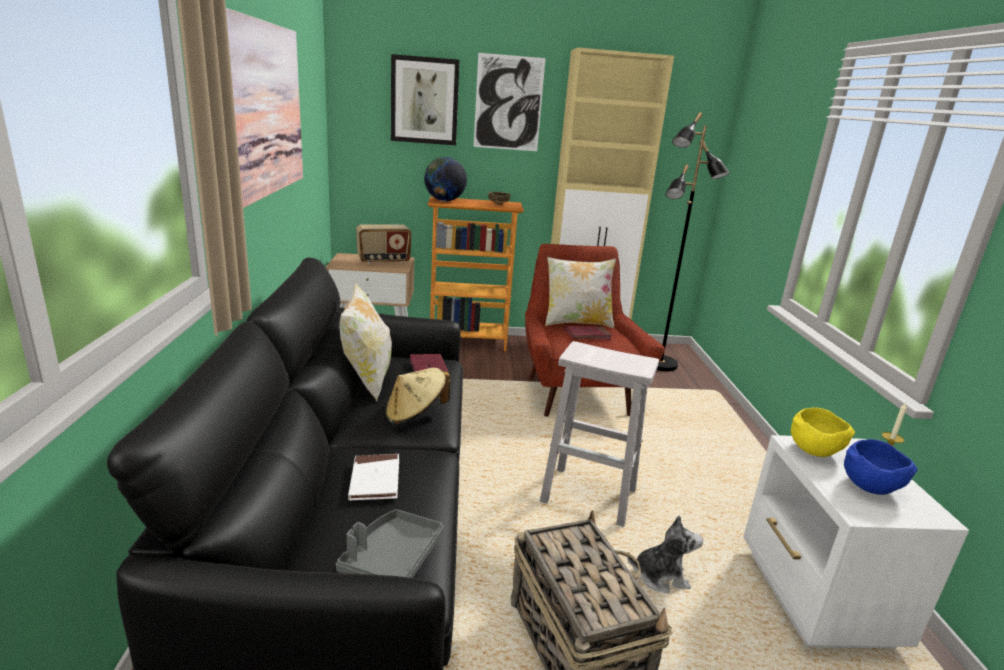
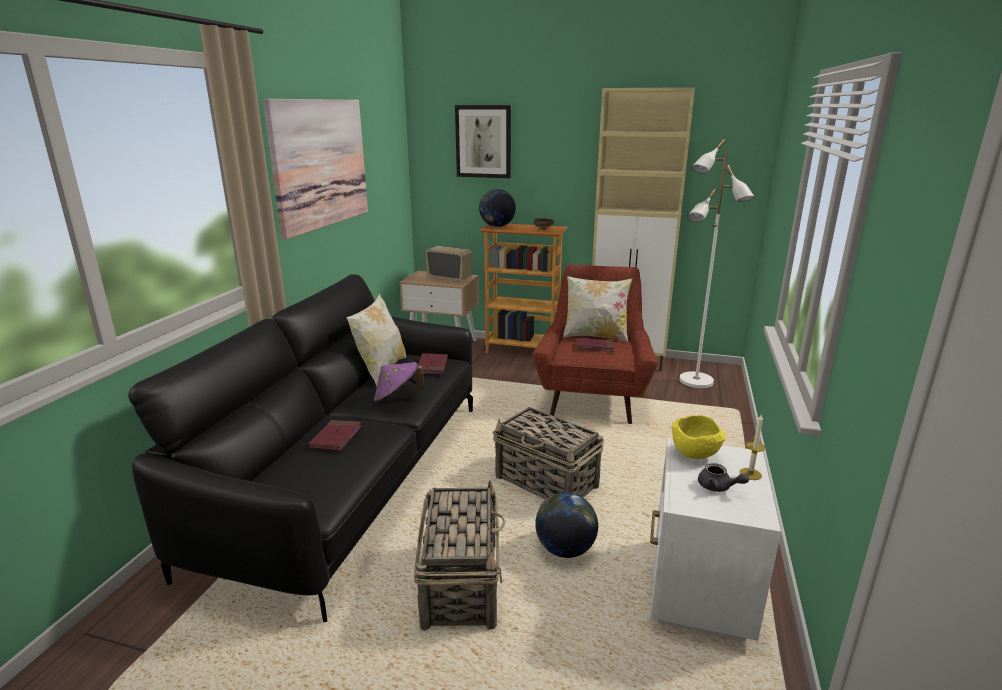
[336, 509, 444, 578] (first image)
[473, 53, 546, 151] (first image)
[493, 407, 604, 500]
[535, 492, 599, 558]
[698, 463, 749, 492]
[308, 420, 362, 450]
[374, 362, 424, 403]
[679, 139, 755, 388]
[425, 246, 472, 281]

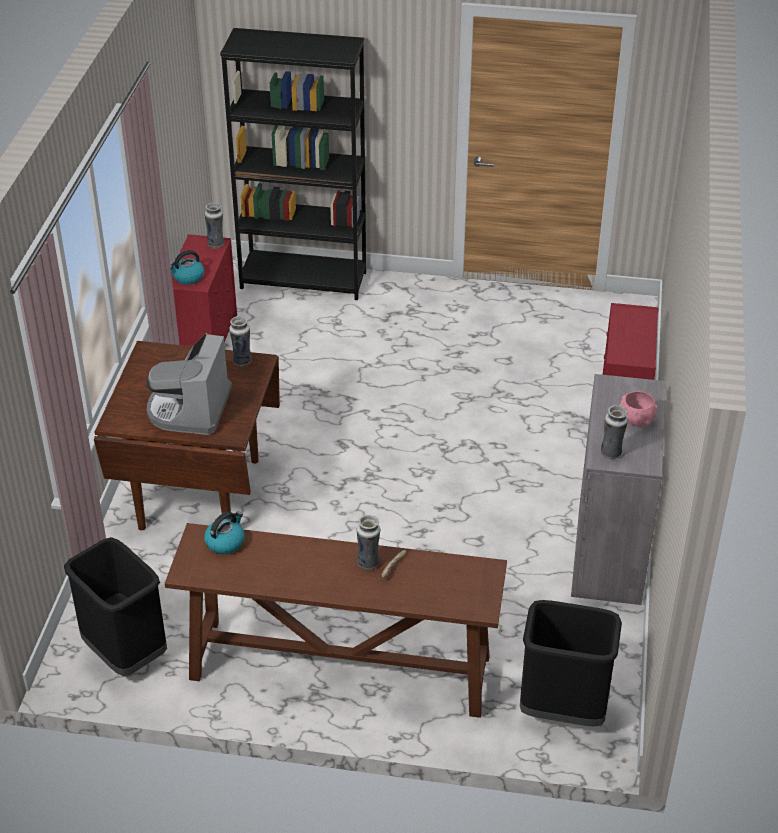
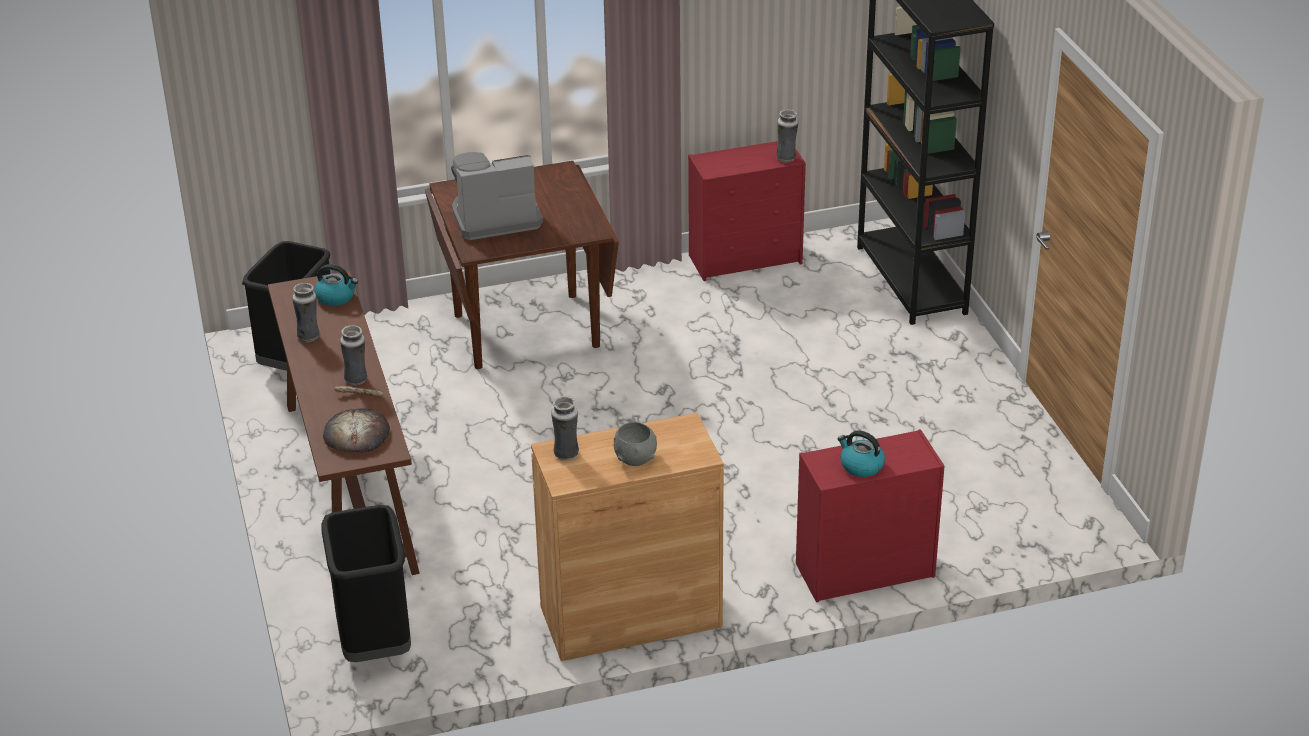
[323, 408, 390, 453]
[838, 430, 885, 477]
[292, 283, 320, 342]
[531, 413, 724, 661]
[614, 422, 657, 466]

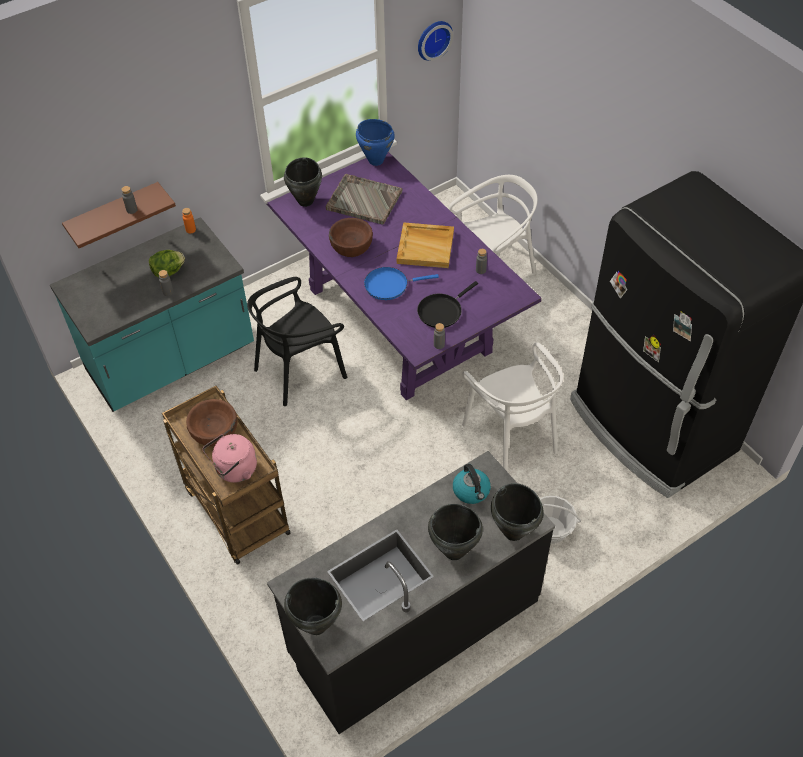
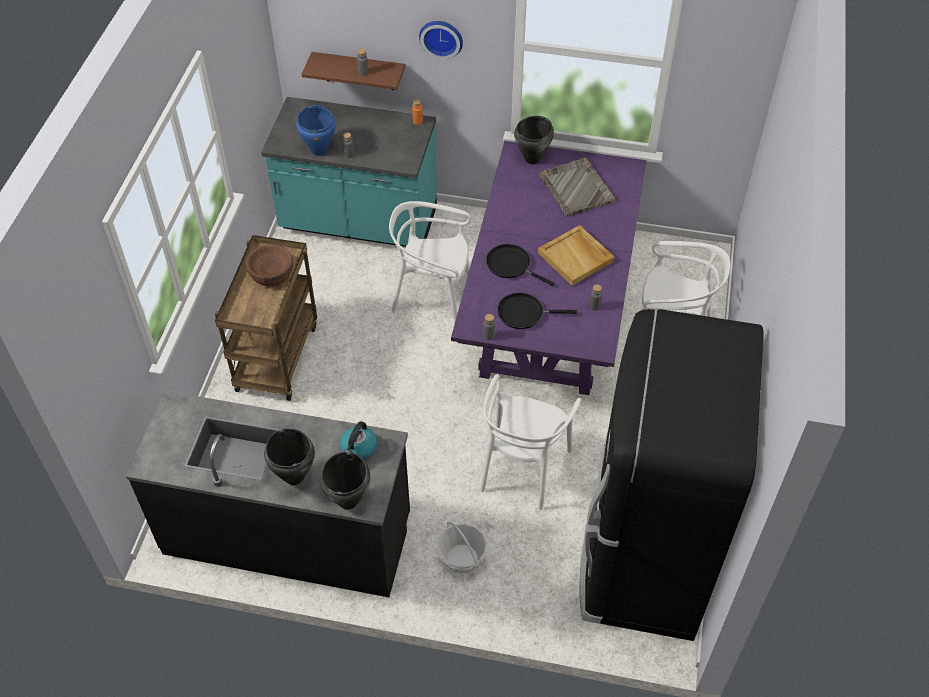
[149, 250, 185, 277] (first image)
[203, 434, 257, 483] (first image)
[284, 578, 342, 635] (first image)
[329, 218, 373, 257] (first image)
[296, 105, 336, 156]
[419, 21, 463, 59]
[389, 201, 472, 323]
[486, 244, 555, 286]

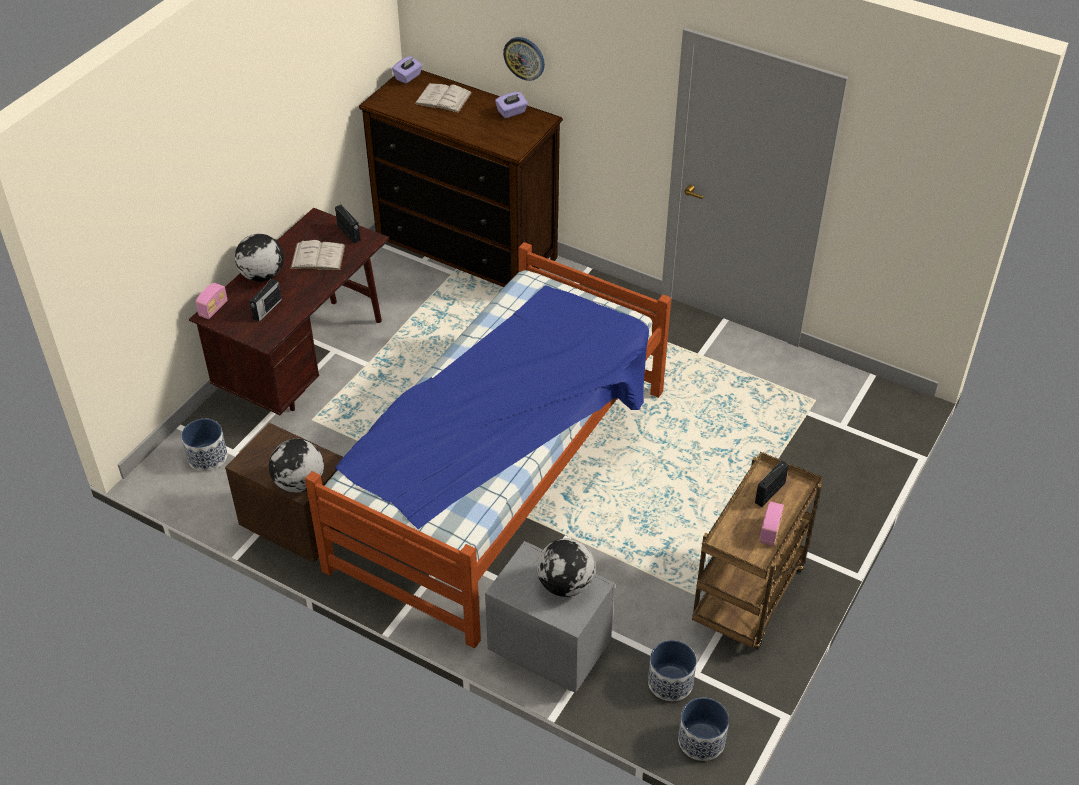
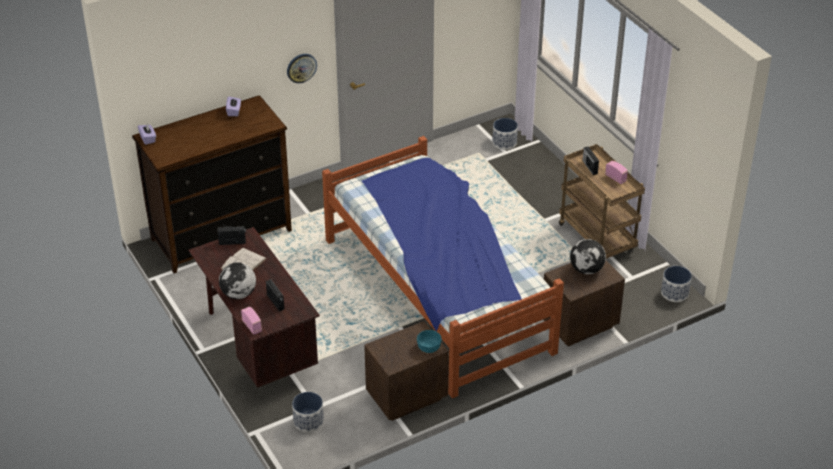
[415, 83, 472, 113] (first image)
[287, 54, 317, 83]
[492, 118, 518, 150]
[417, 330, 442, 353]
[543, 261, 625, 346]

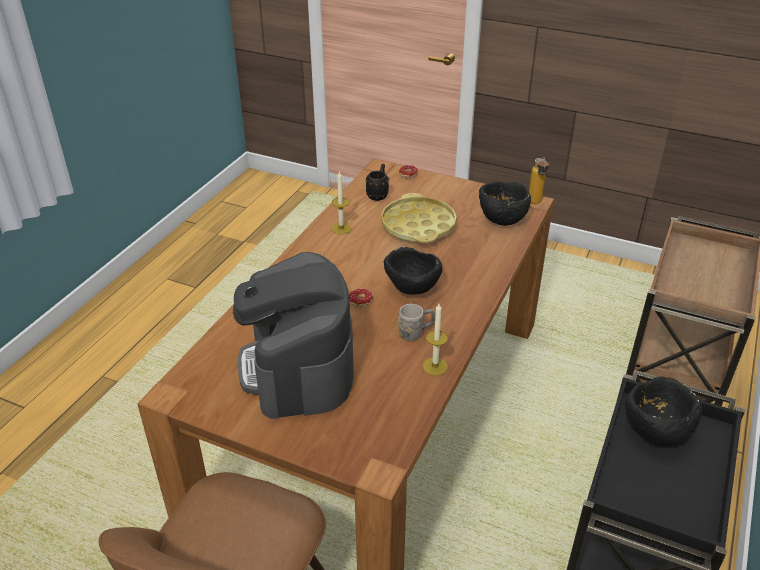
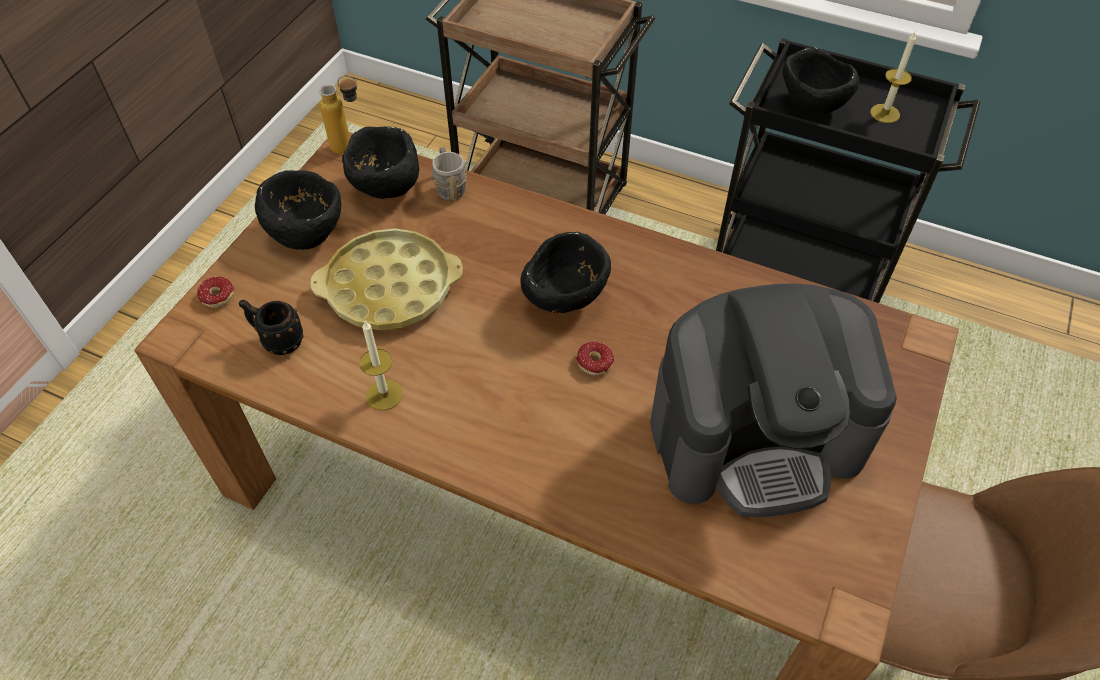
[255, 170, 341, 250]
[432, 147, 467, 201]
[870, 32, 916, 123]

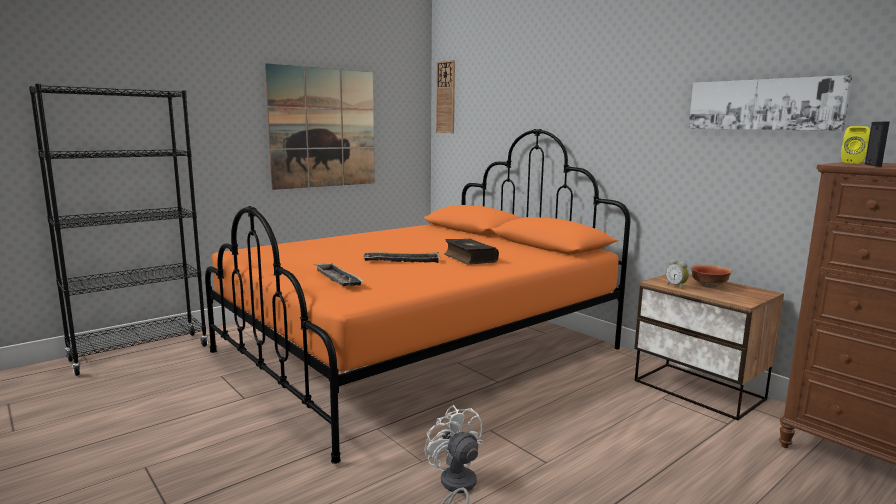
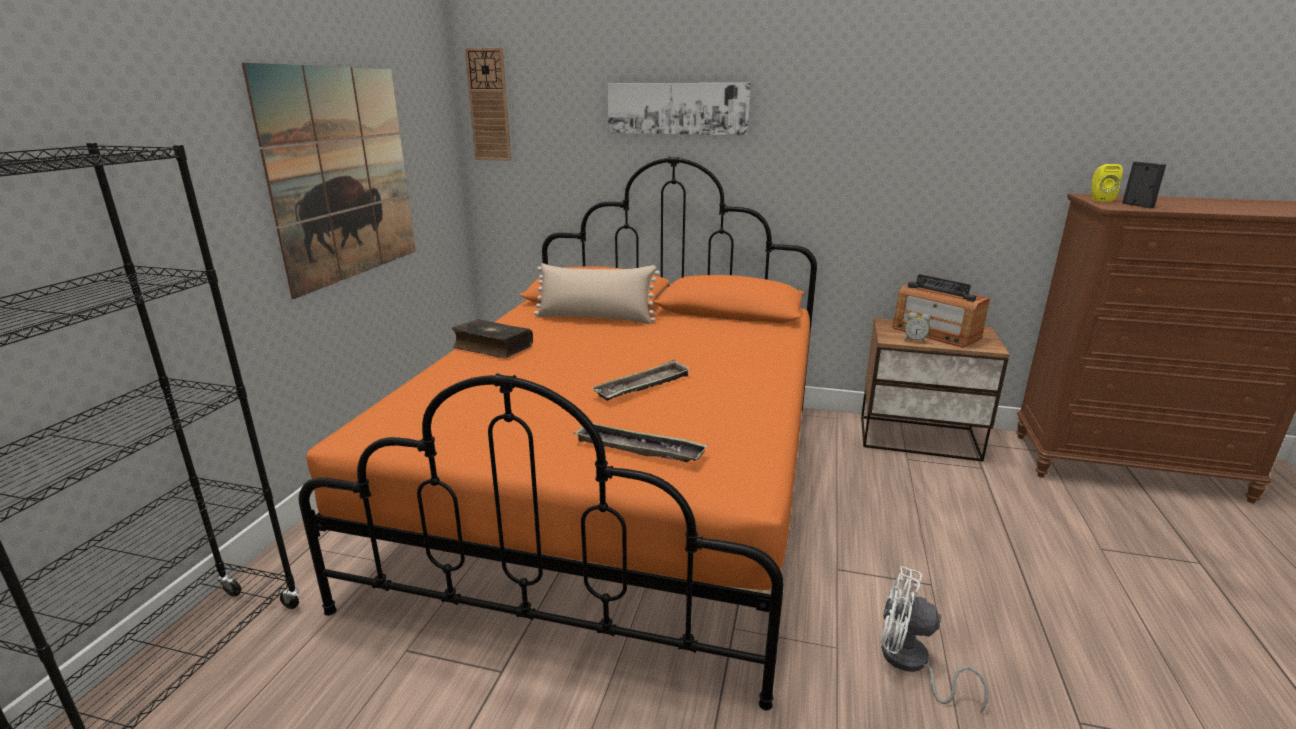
[534, 263, 660, 324]
[452, 319, 533, 358]
[607, 83, 751, 136]
[892, 274, 990, 348]

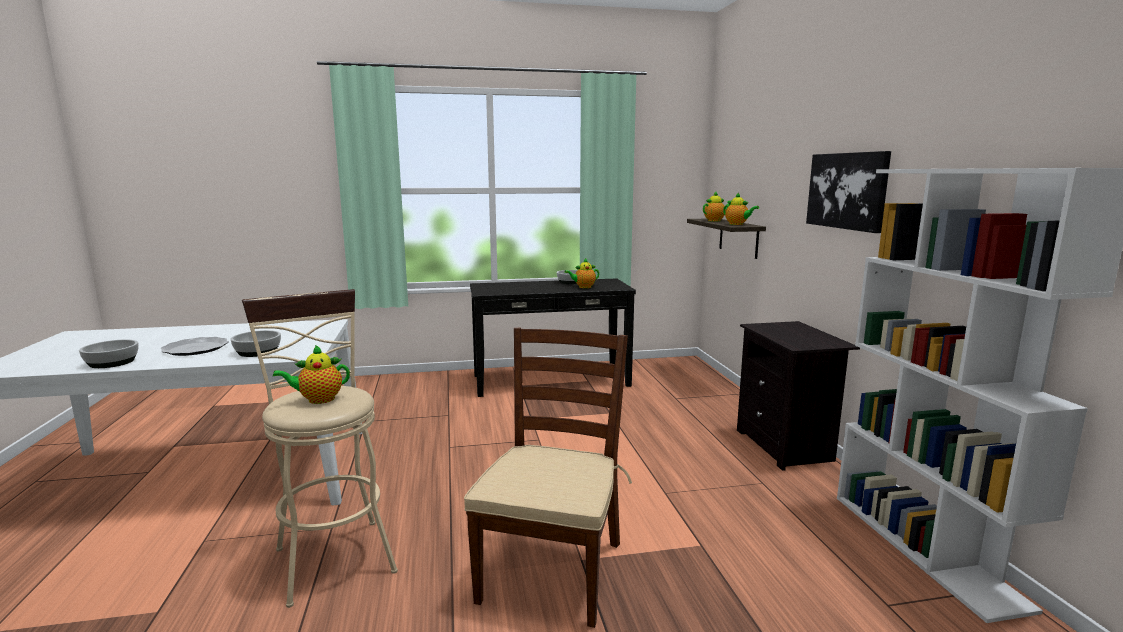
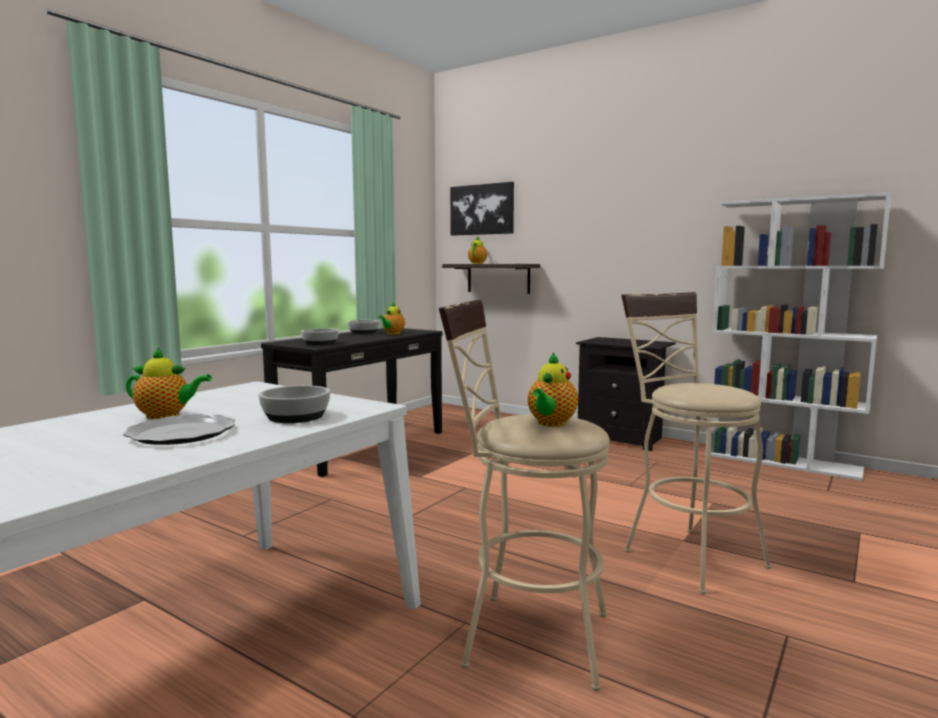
[301, 328, 339, 345]
[126, 348, 212, 420]
[450, 182, 514, 236]
[621, 292, 772, 594]

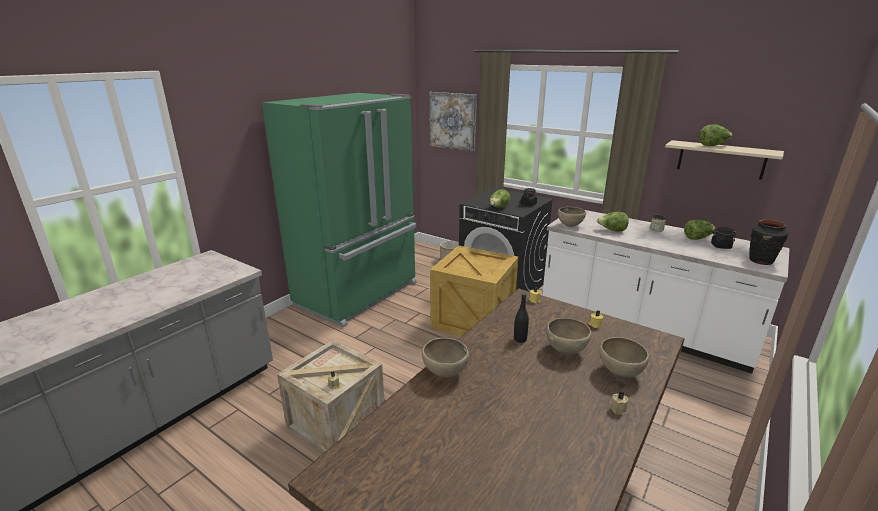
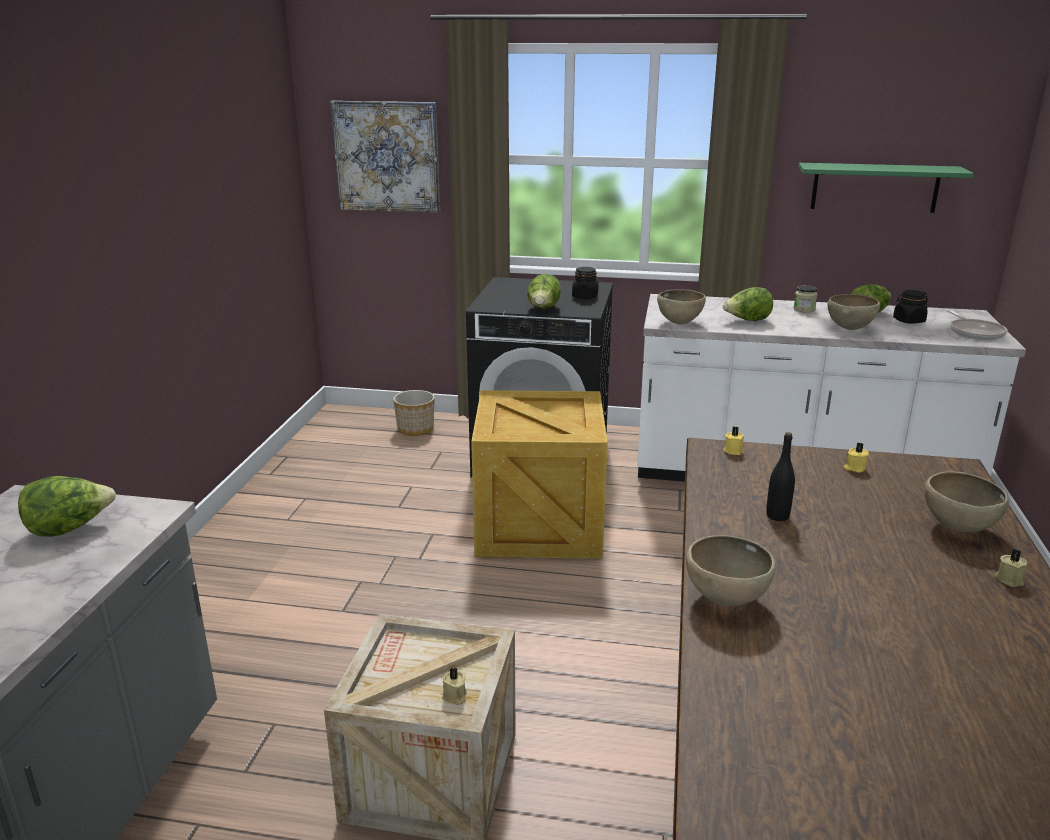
[261, 93, 417, 327] (first image)
[827, 294, 880, 330]
[18, 476, 116, 537]
[947, 310, 1007, 340]
[798, 163, 974, 213]

